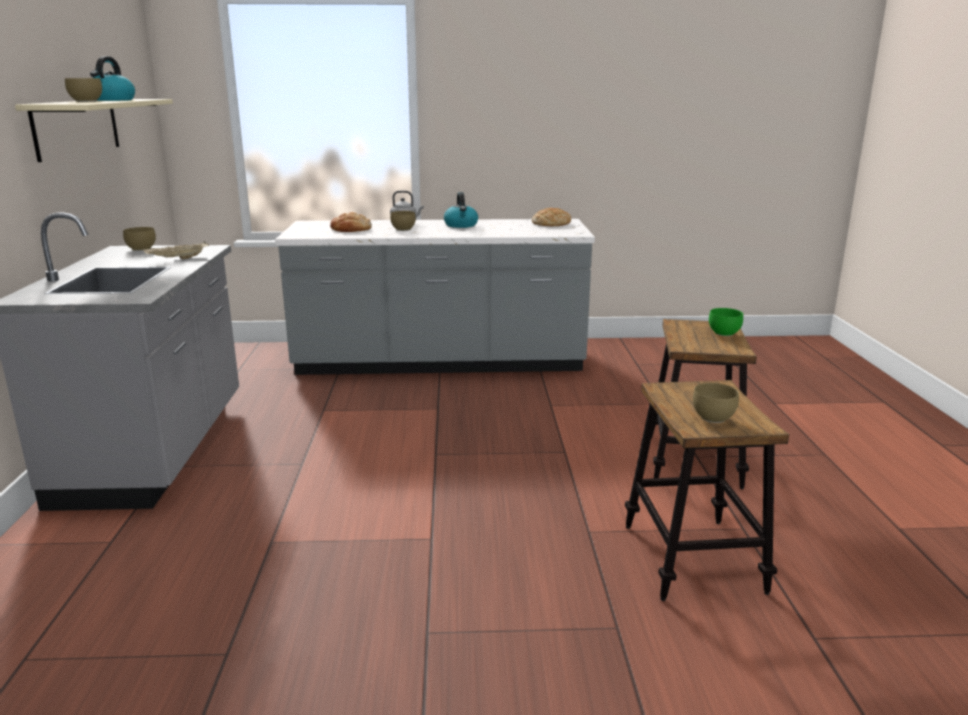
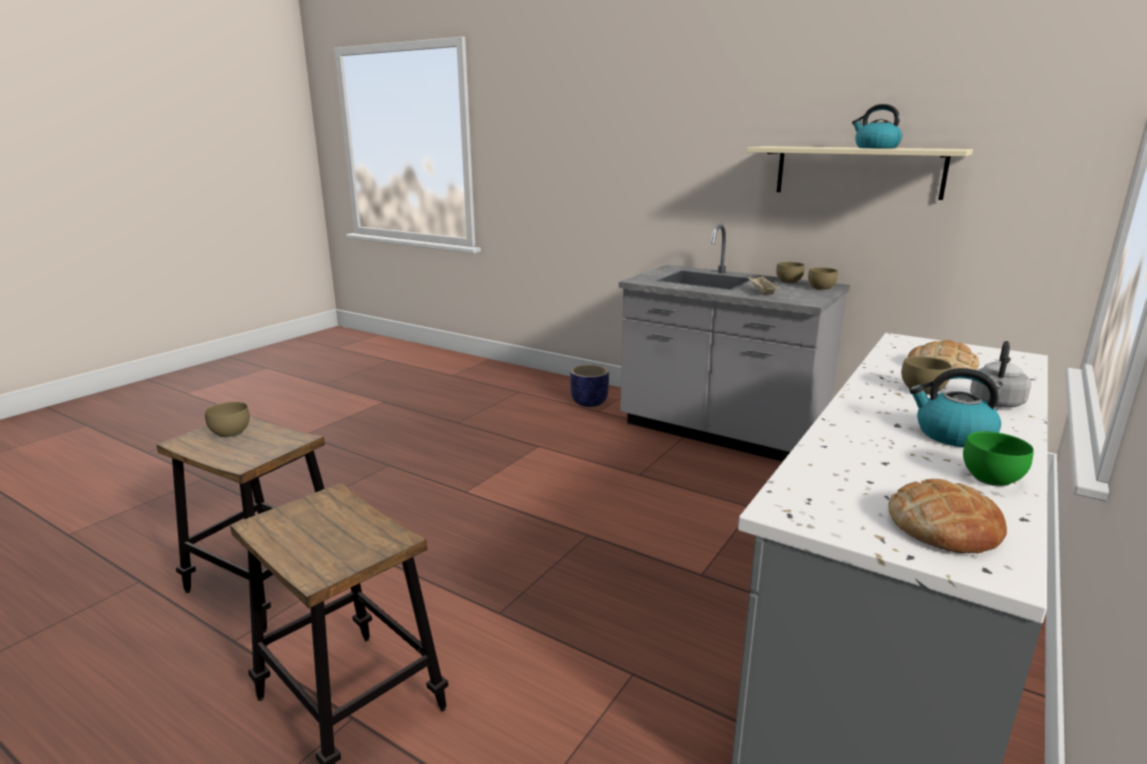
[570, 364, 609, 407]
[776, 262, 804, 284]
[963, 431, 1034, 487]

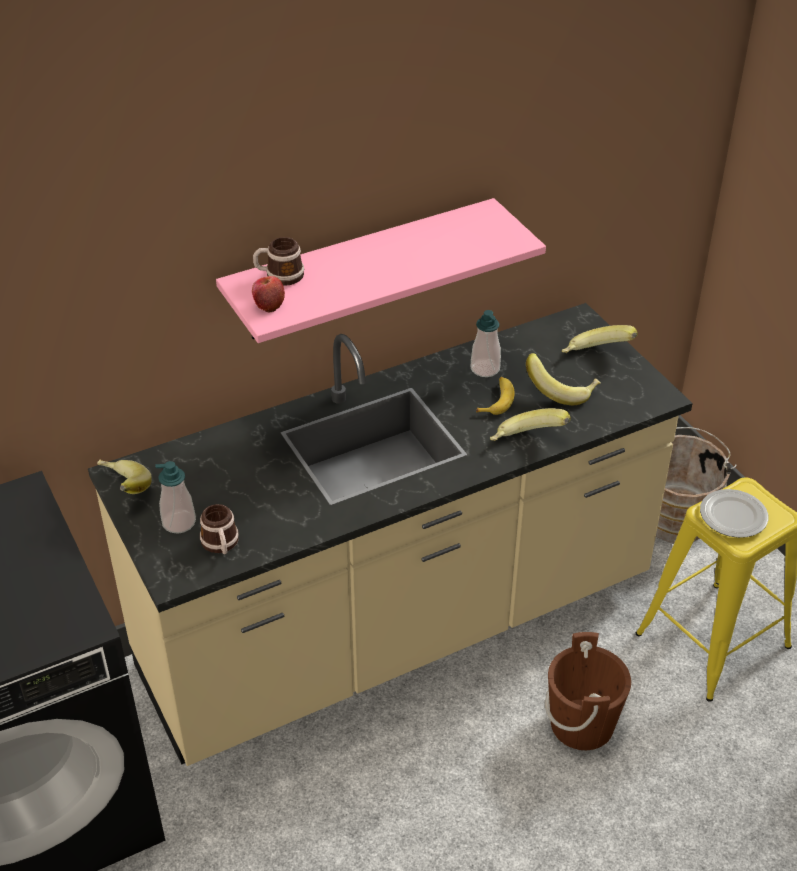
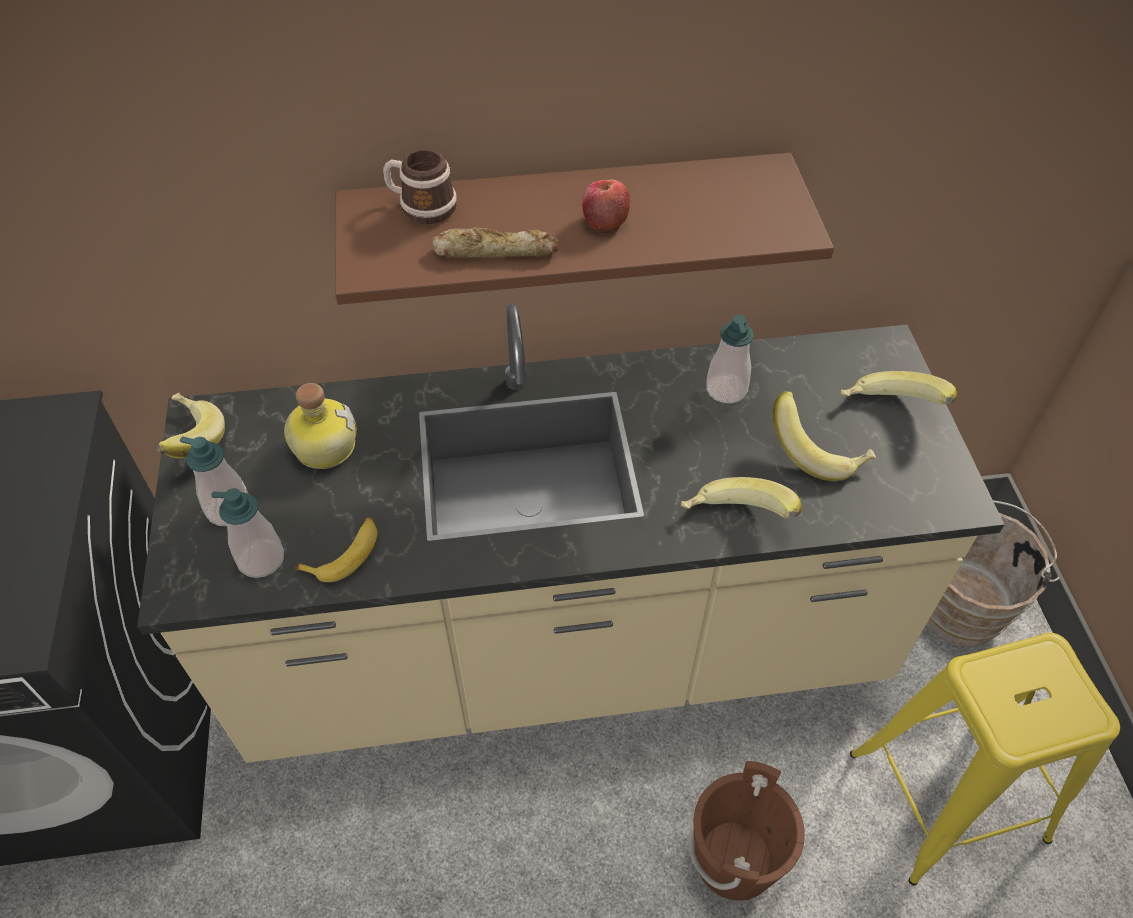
[700, 489, 768, 538] (first image)
[284, 383, 357, 469]
[431, 227, 559, 258]
[582, 180, 630, 234]
[295, 518, 377, 582]
[211, 488, 284, 578]
[335, 153, 834, 305]

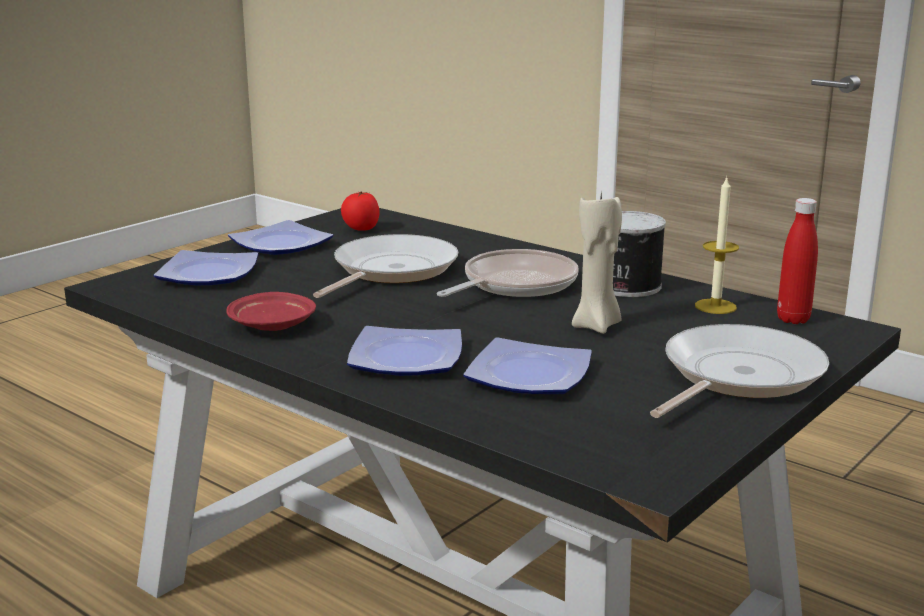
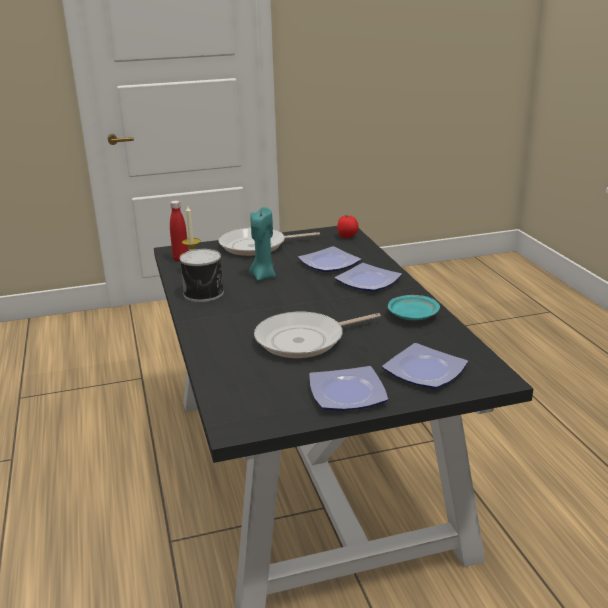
[437, 249, 579, 297] (first image)
[337, 215, 359, 238]
[388, 295, 440, 320]
[249, 207, 276, 281]

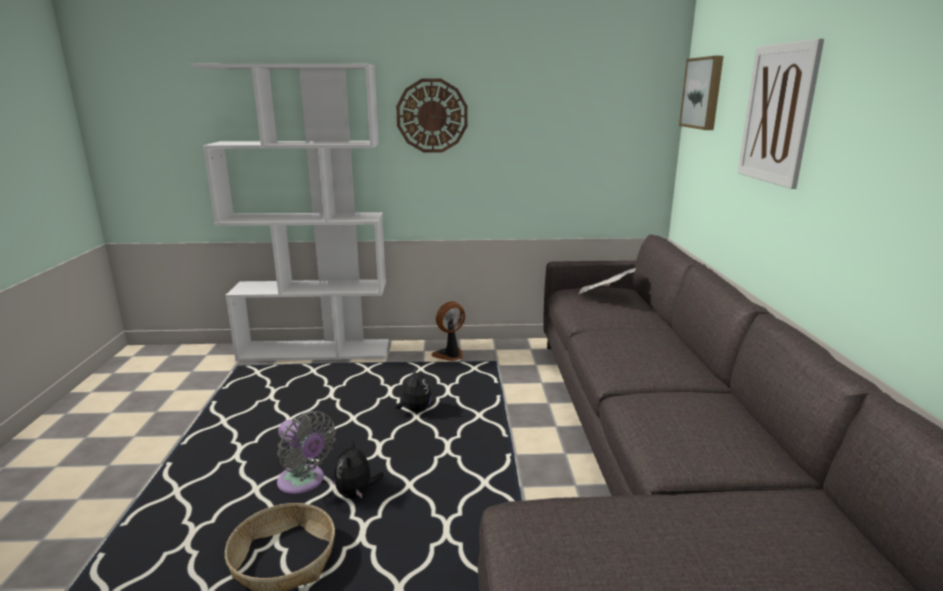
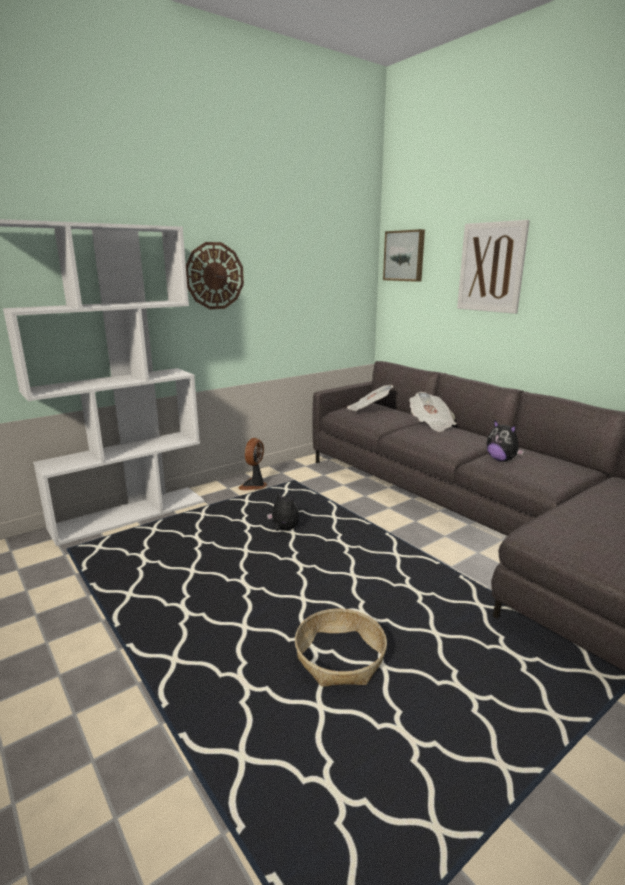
[277, 411, 336, 494] (first image)
[409, 392, 457, 432]
[487, 420, 524, 462]

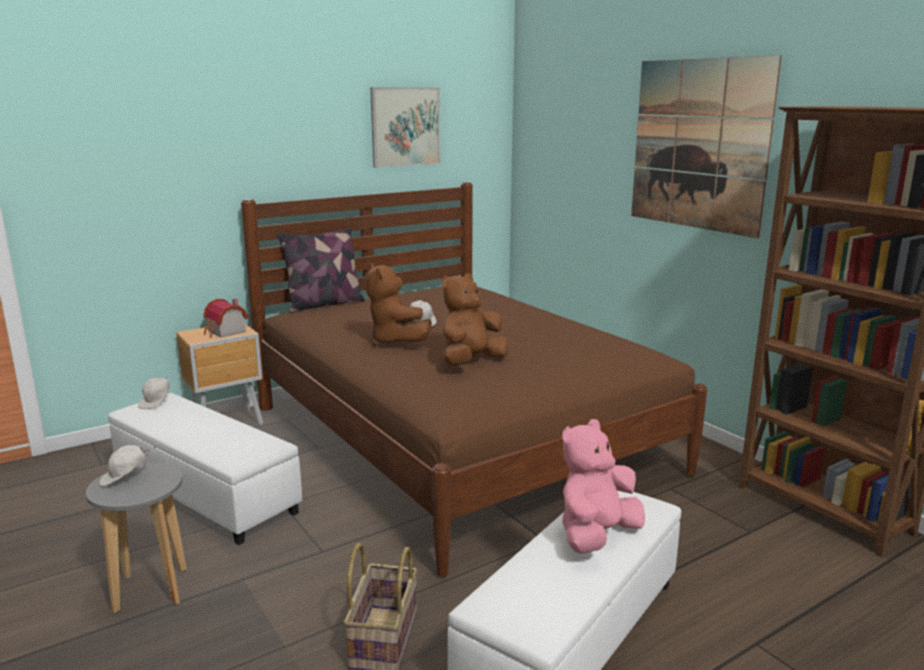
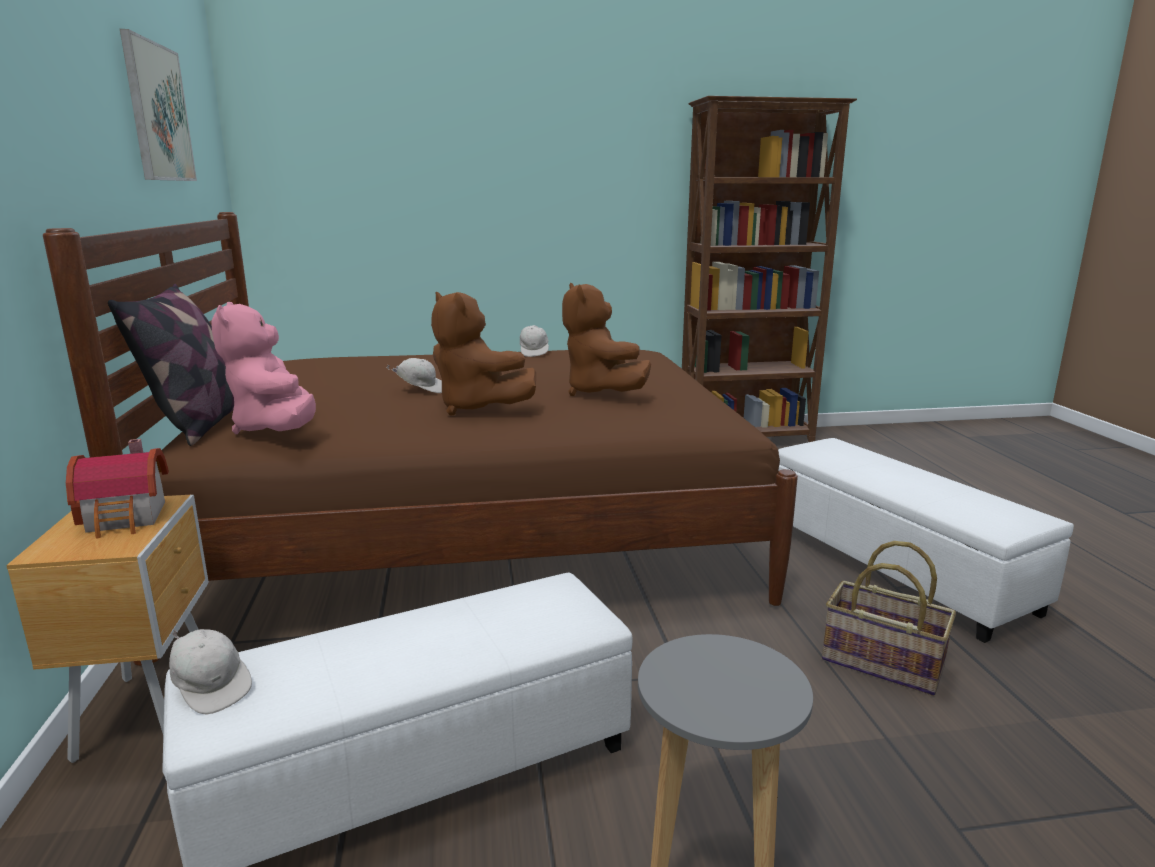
[631, 55, 782, 238] (first image)
[520, 325, 549, 357]
[211, 302, 316, 434]
[431, 292, 536, 416]

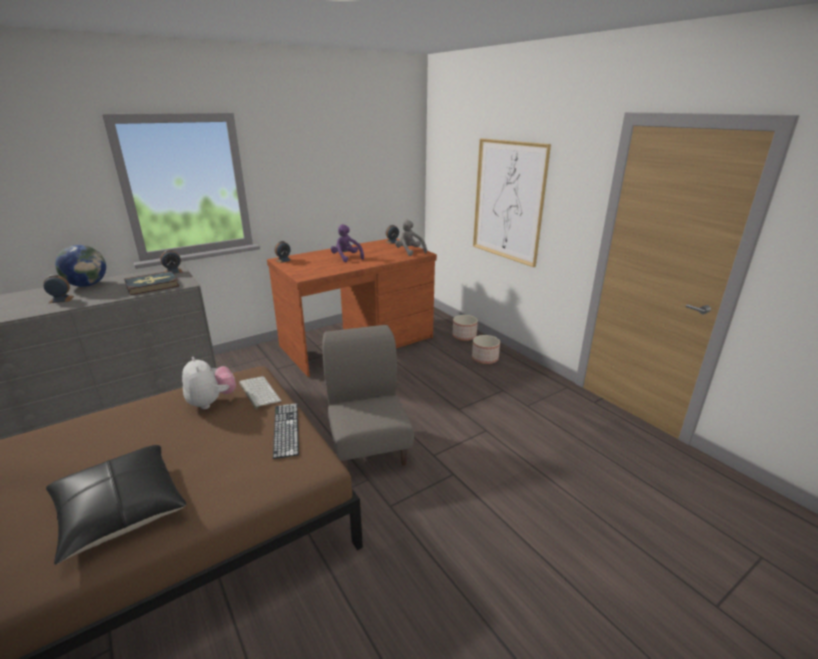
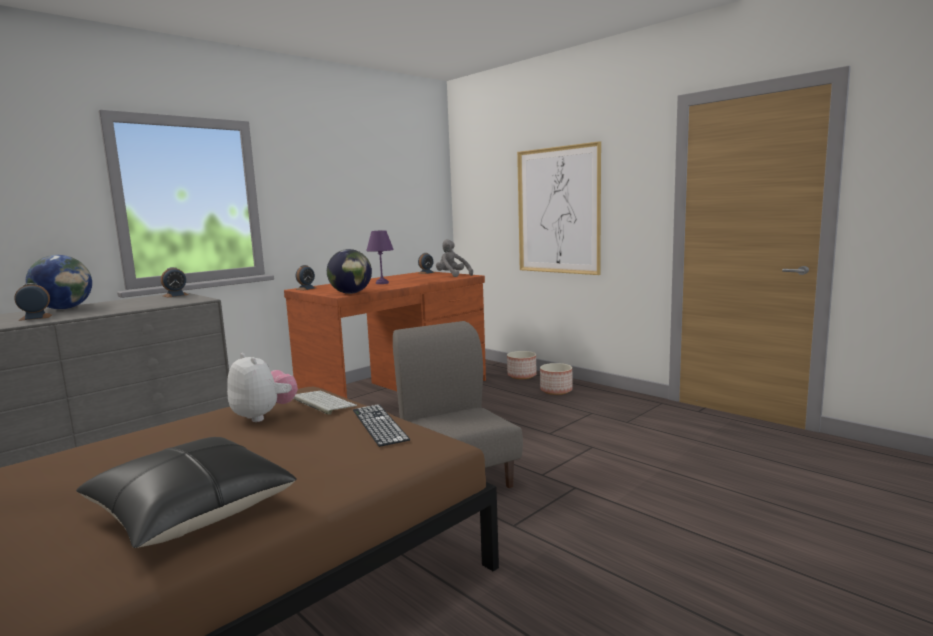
[124, 271, 179, 295] (first image)
[327, 249, 372, 294]
[366, 230, 394, 284]

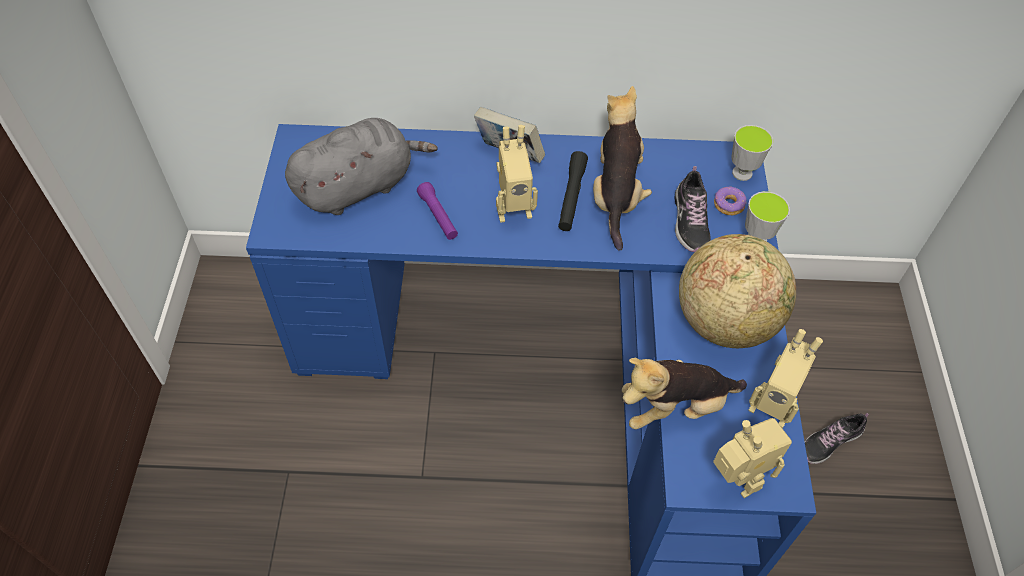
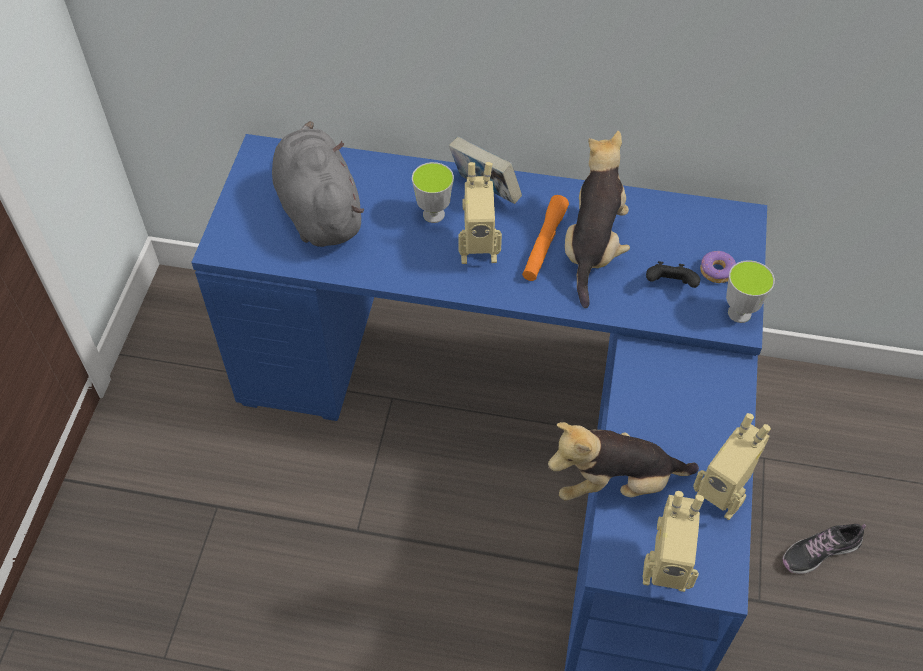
[417, 182, 458, 240] (first image)
[679, 234, 796, 348] (first image)
[412, 162, 454, 223]
[646, 261, 700, 288]
[522, 195, 569, 281]
[272, 121, 364, 247]
[642, 491, 704, 592]

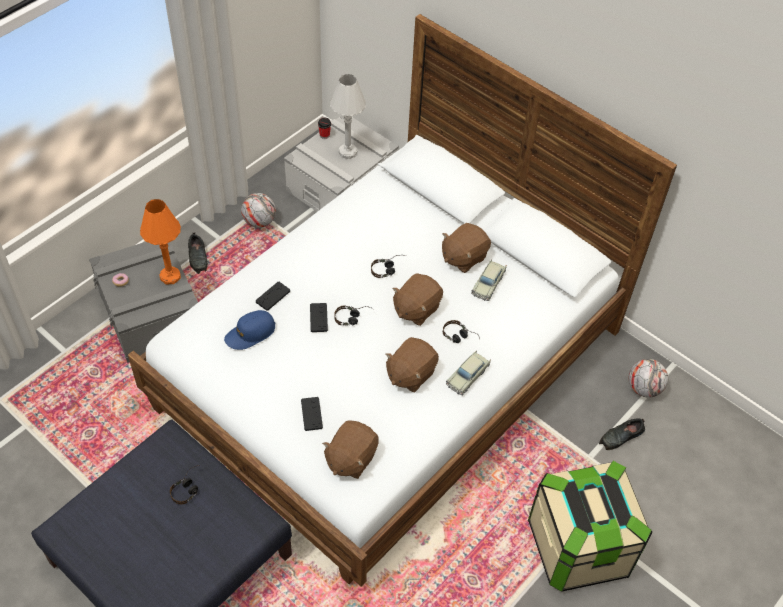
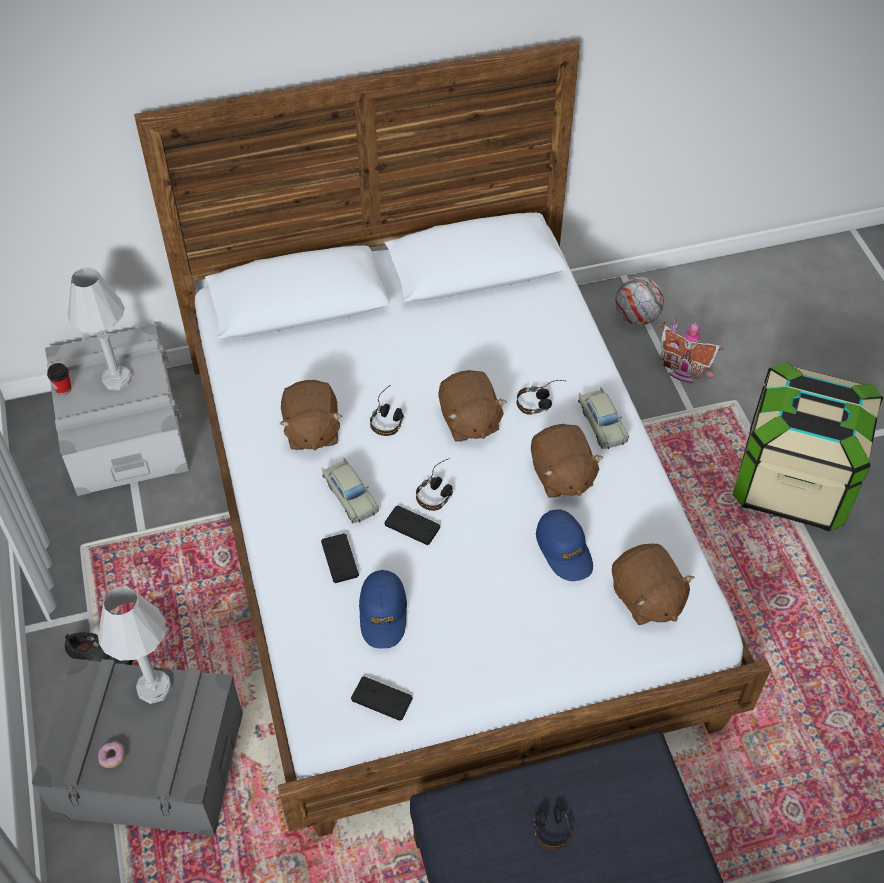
[241, 193, 276, 228] (first image)
[536, 510, 593, 581]
[351, 676, 412, 721]
[280, 380, 342, 450]
[322, 458, 379, 523]
[660, 318, 724, 383]
[97, 586, 172, 704]

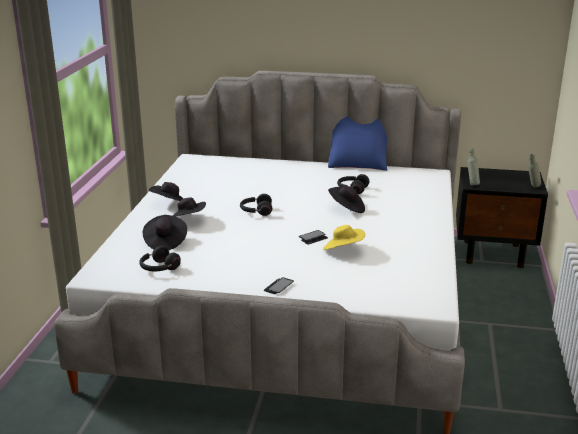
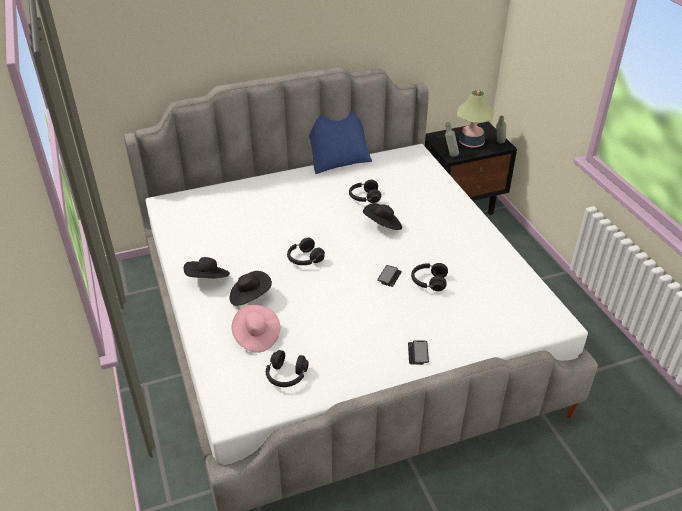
[457, 90, 494, 147]
[411, 263, 448, 291]
[231, 305, 280, 353]

